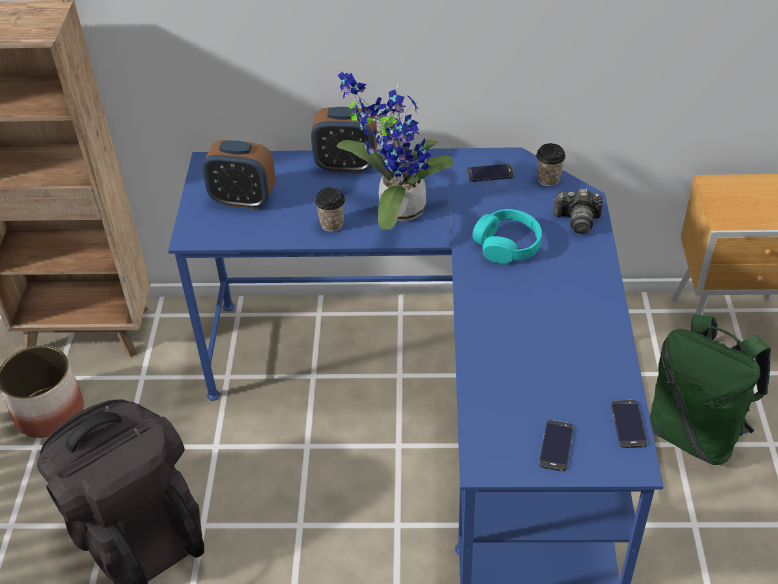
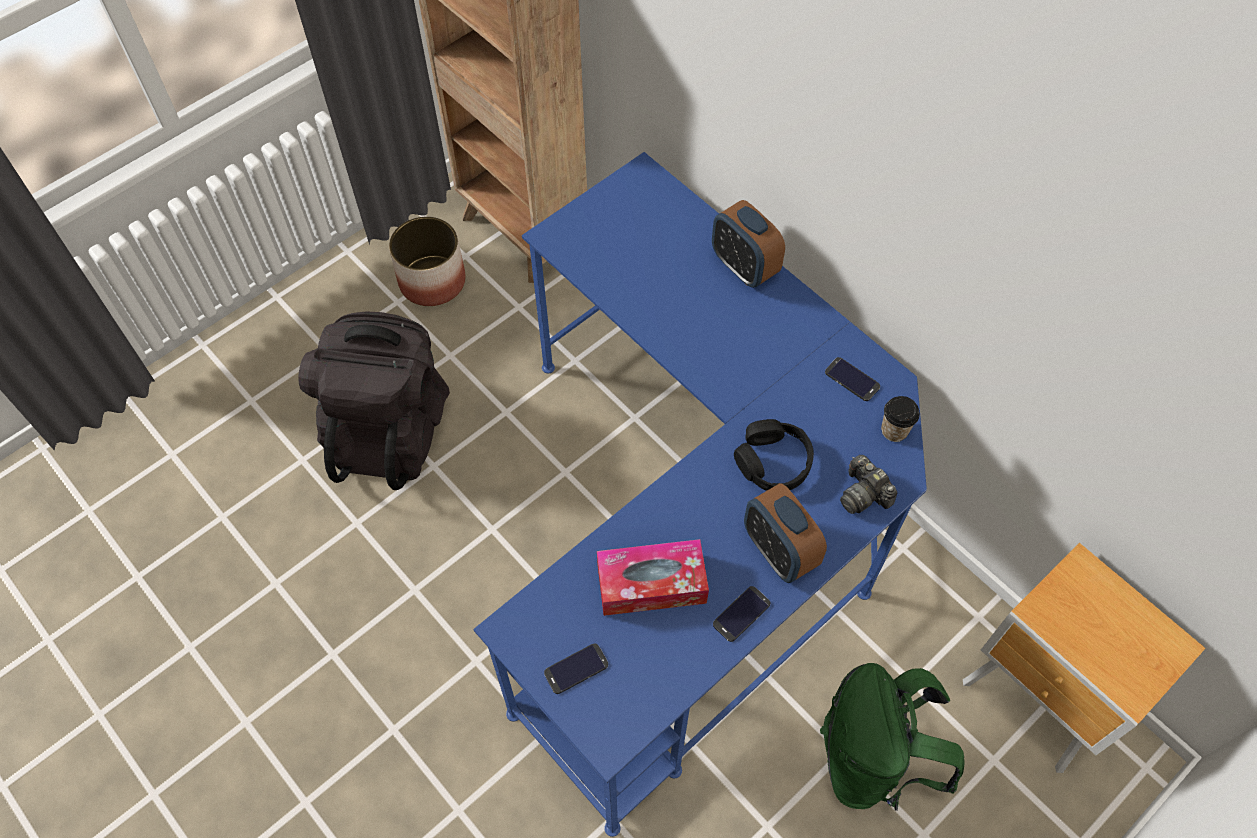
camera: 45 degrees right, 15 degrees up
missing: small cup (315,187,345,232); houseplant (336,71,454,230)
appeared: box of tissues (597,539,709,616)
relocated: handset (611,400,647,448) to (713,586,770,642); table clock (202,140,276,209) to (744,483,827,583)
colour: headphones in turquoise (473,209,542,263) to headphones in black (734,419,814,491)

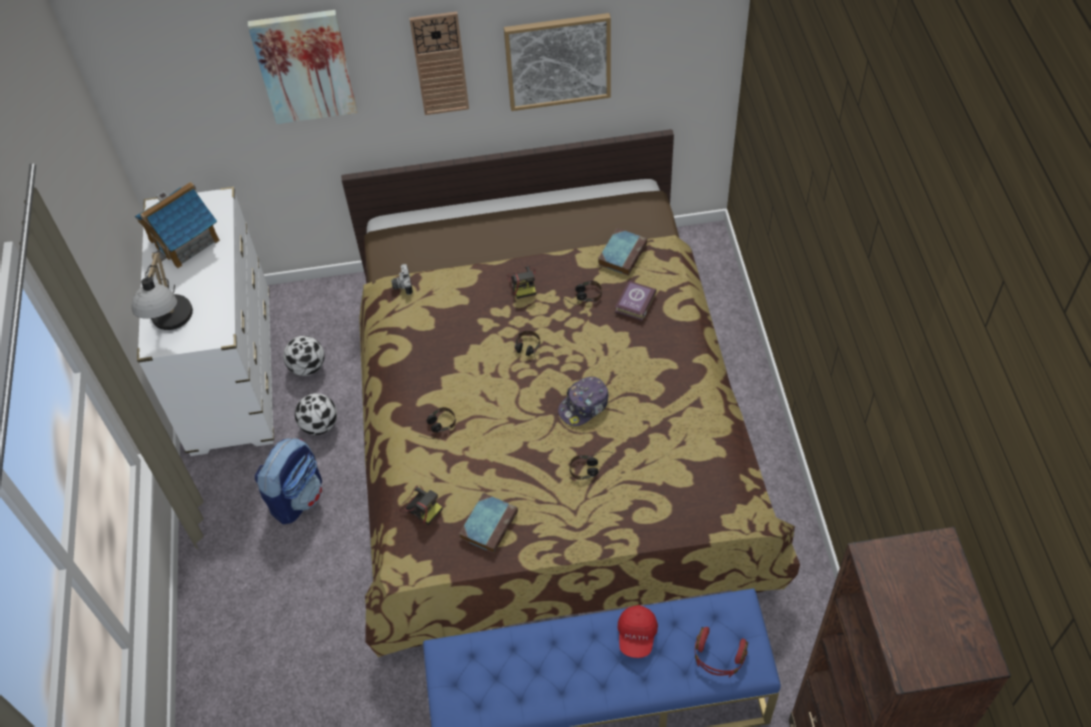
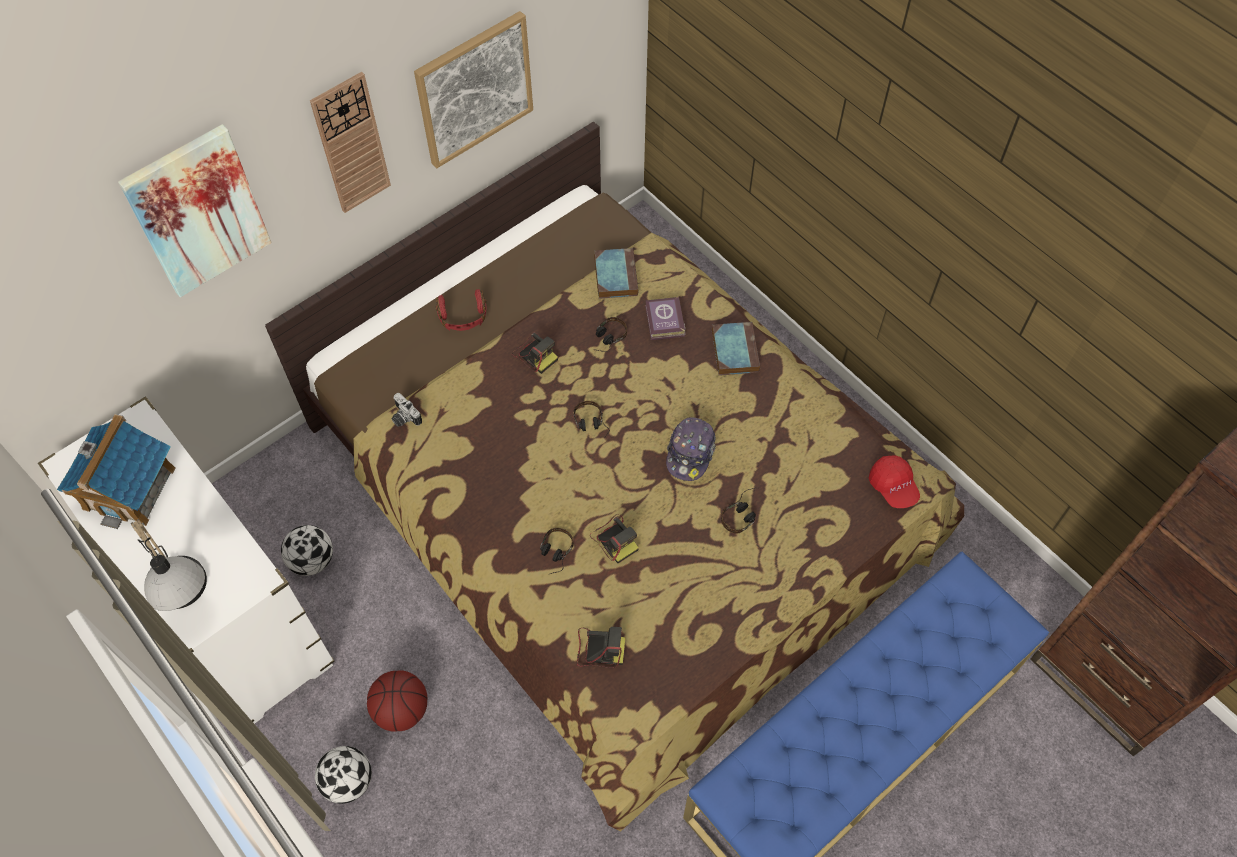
camera: 35 degrees left, 5 degrees up
appeared: photo camera (590,514,639,563)
relocated: football (295,393,337,435) to (315,746,372,804); headphones in red (695,627,748,677) to (436,289,486,331); volume (459,493,518,554) to (712,322,760,376); peaked cap in red (618,605,658,658) to (869,455,920,508)
exchanged: knapsack (255,438,322,524) to basketball (367,670,427,732)

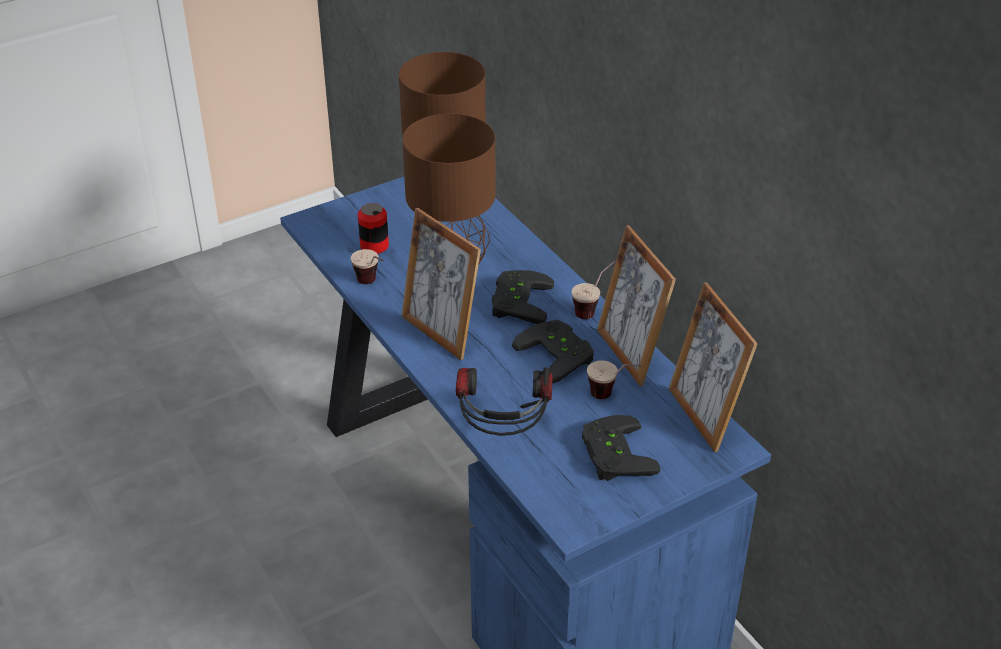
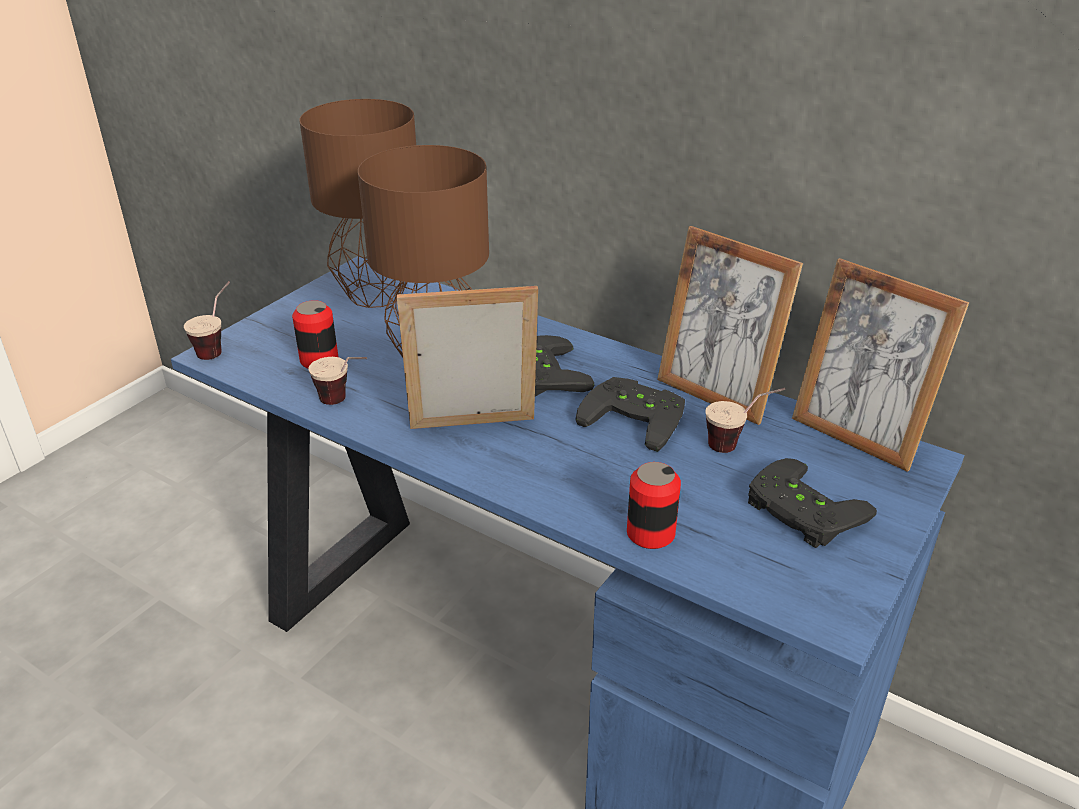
camera: 25 degrees left, 5 degrees down
relocated: small cup (572,261,615,319) to (184,281,230,360)
exchanged: headphones (456,367,552,436) to can (627,462,681,549)
spun: standing frame (402,208,481,360) = (397,286,538,429) 150 degrees clockwise

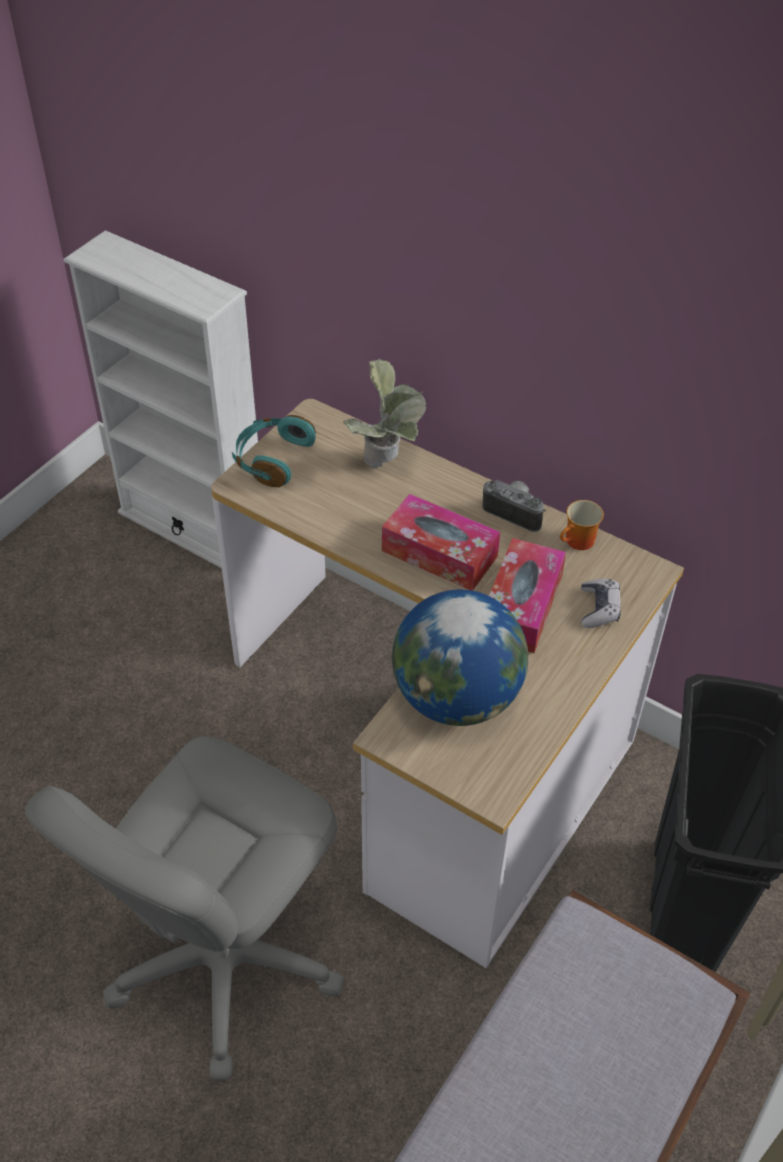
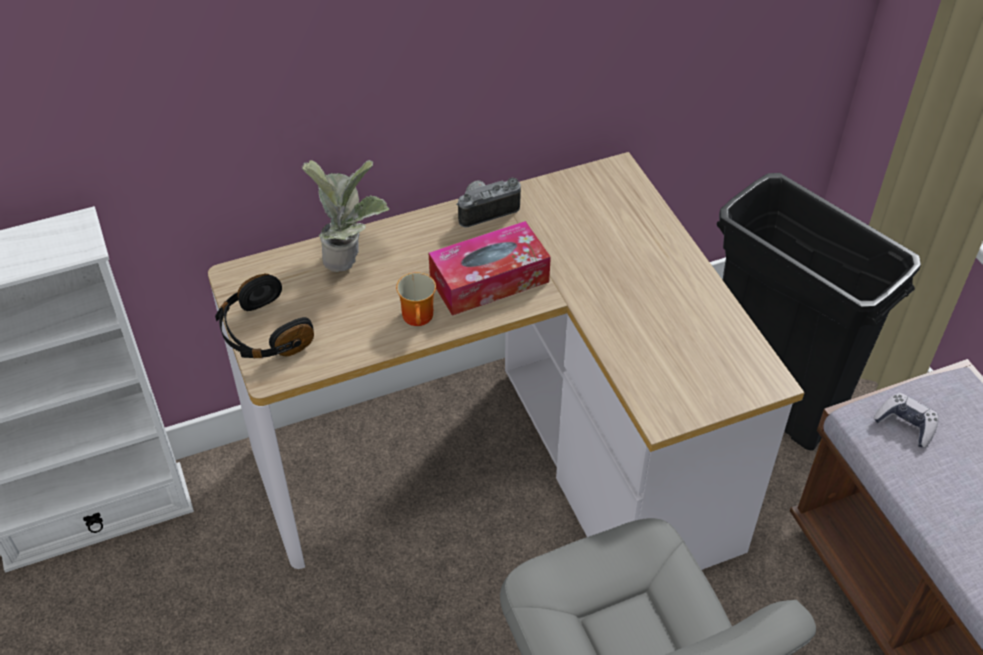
camera: 55 degrees left, 0 degrees up
missing: globe (392,590,528,726); box of tissues (489,538,566,653)
relocated: tea mug (560,500,604,550) to (396,272,436,326); game controller (581,579,621,628) to (873,393,939,448)
colour: headphones in turquoise (232,415,316,487) to headphones in black (215,273,314,358)

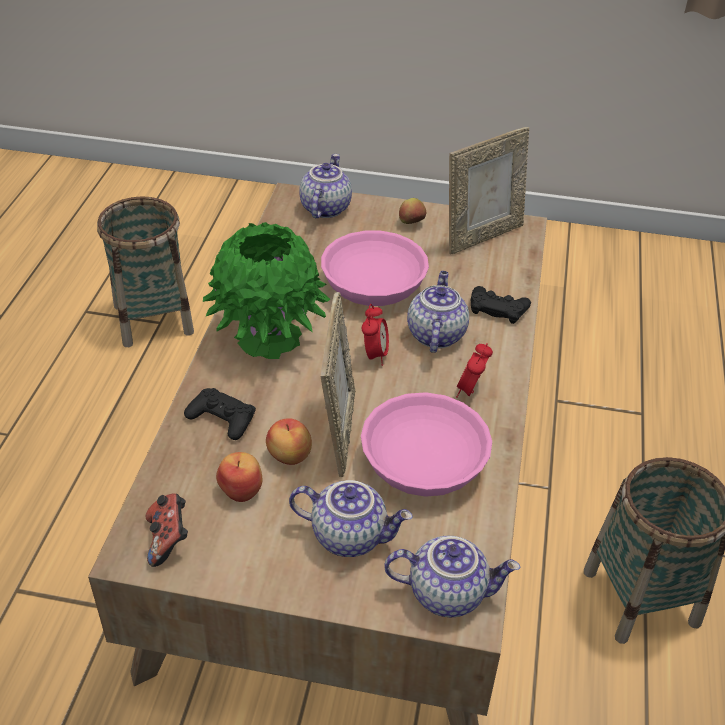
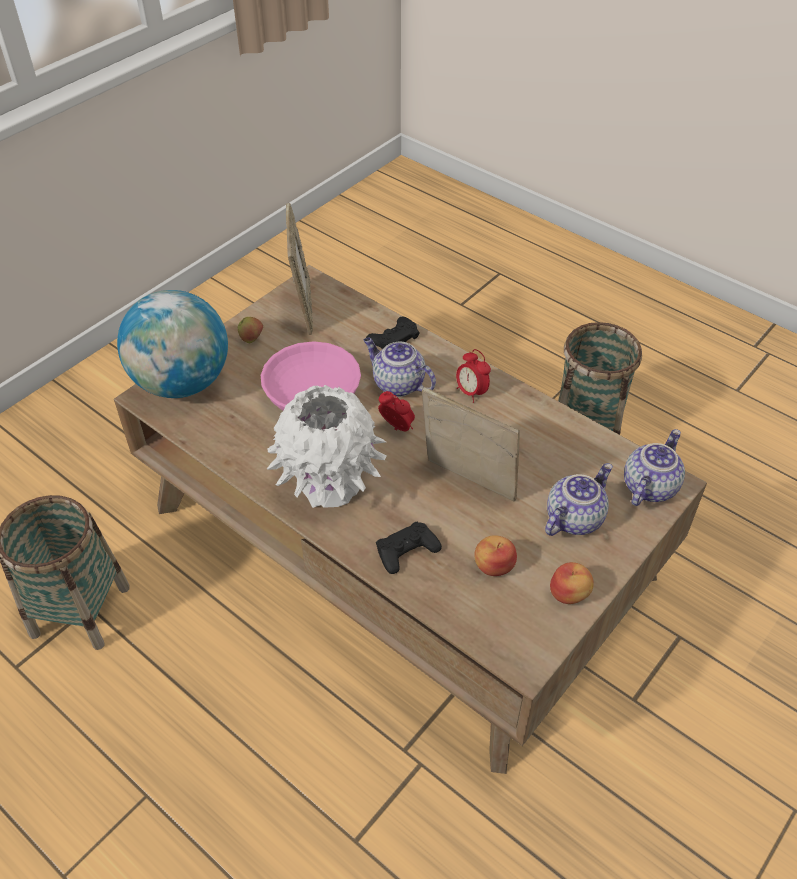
camera: 60 degrees left, 5 degrees up
missing: game controller (146,493,188,567); deep dish in pink (361,392,492,497)
relocated: whole apple (266,418,312,465) to (550,562,594,604)
exchanged: pot for tea (299,154,352,218) to globe (117,290,228,398)
colour: flower vase in greenish (203,222,330,359) to flower vase in whitish (267,385,387,508)

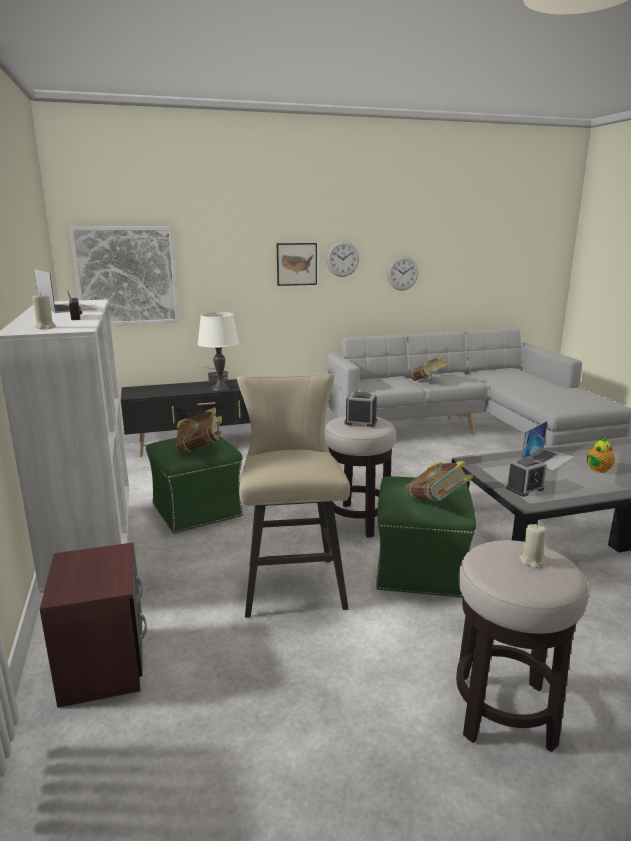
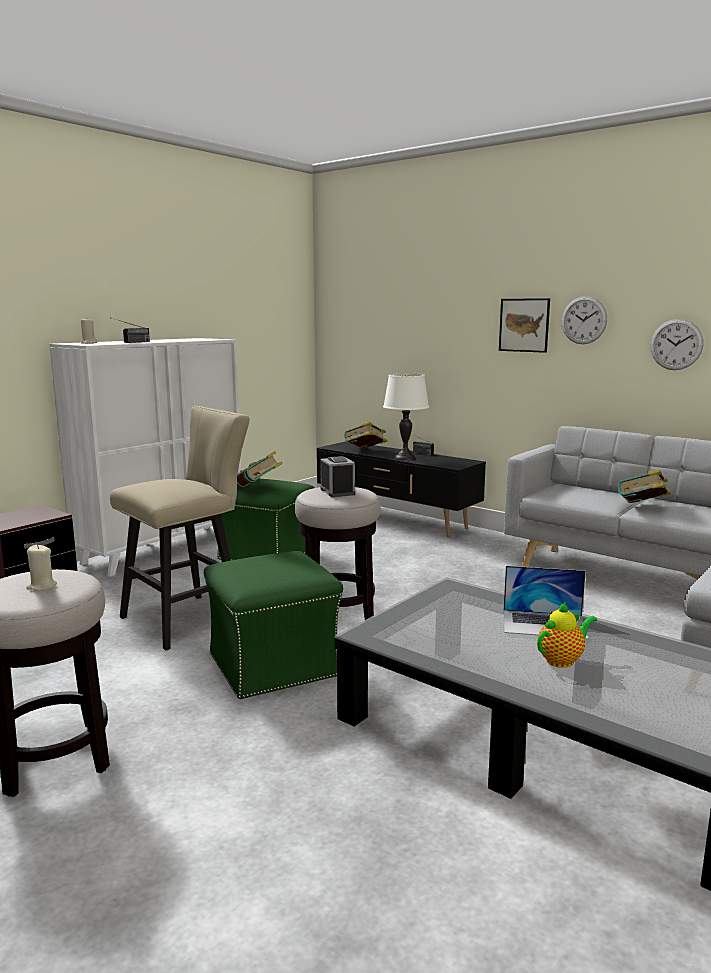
camera: 55 degrees right, 5 degrees down
missing: portable computer (34,269,96,313); wall picture (69,226,179,326); table clock (506,457,547,497)
relocated: volume (406,461,473,502) to (344,422,388,449)
spun: pot for tea (587,436,615,473) = (537,601,597,668) 135 degrees clockwise

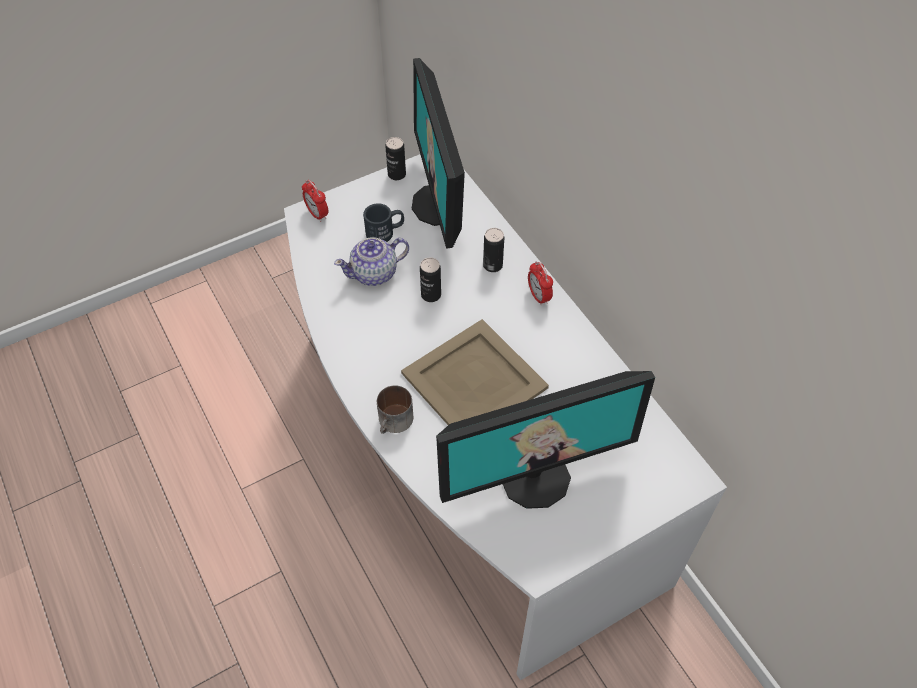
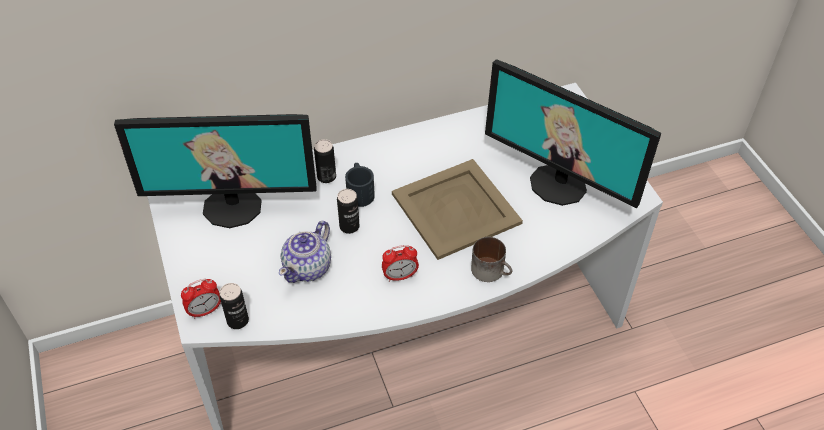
camera: 80 degrees left, 5 degrees down
relocated: can (385,137,406,180) to (219,283,249,329); tea mug in black (363,203,404,242) to (345,163,375,207); table clock (528,261,553,306) to (382,245,419,282)
spun: pot for tea (334,237,409,286) = (279,221,331,283) 45 degrees clockwise; monitor (436,371,655,509) = (485,59,661,208) 135 degrees clockwise

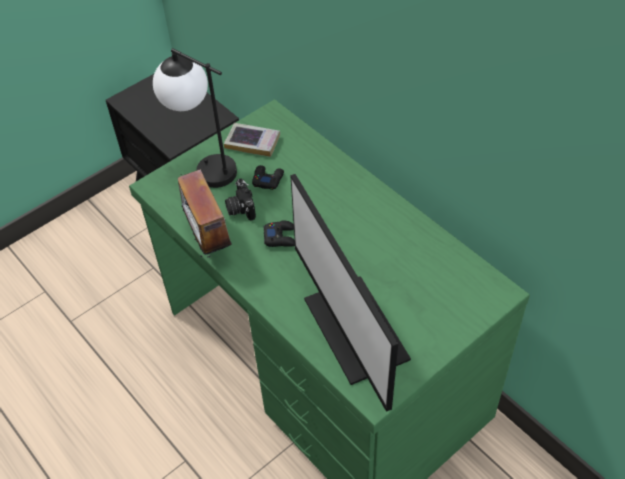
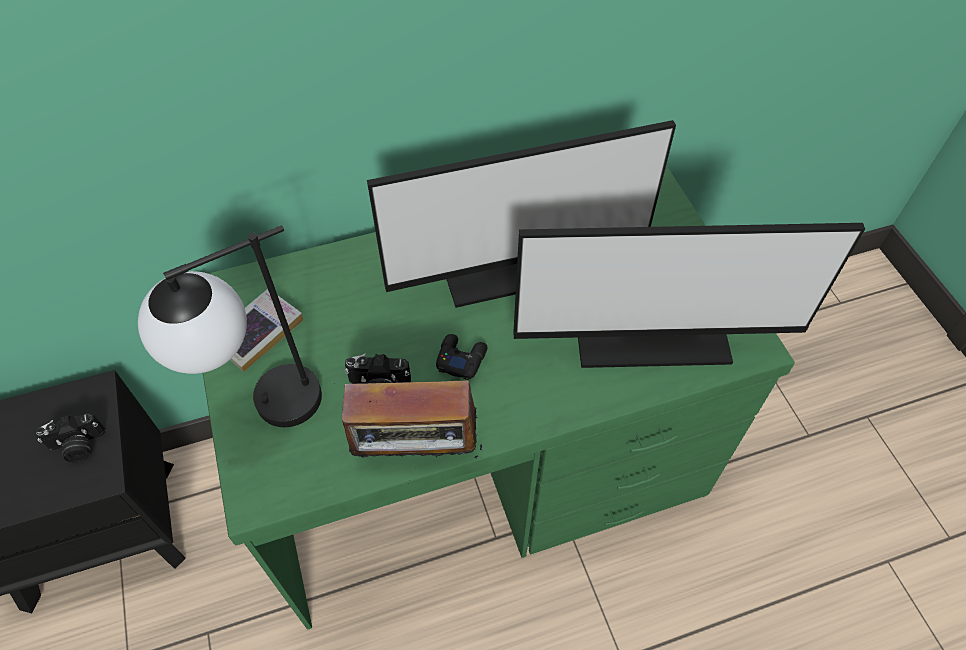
camera: 70 degrees left, 5 degrees up
missing: game controller in black (252,165,284,190)
appeared: photo camera (35,413,105,462); monitor (367,120,676,308)

